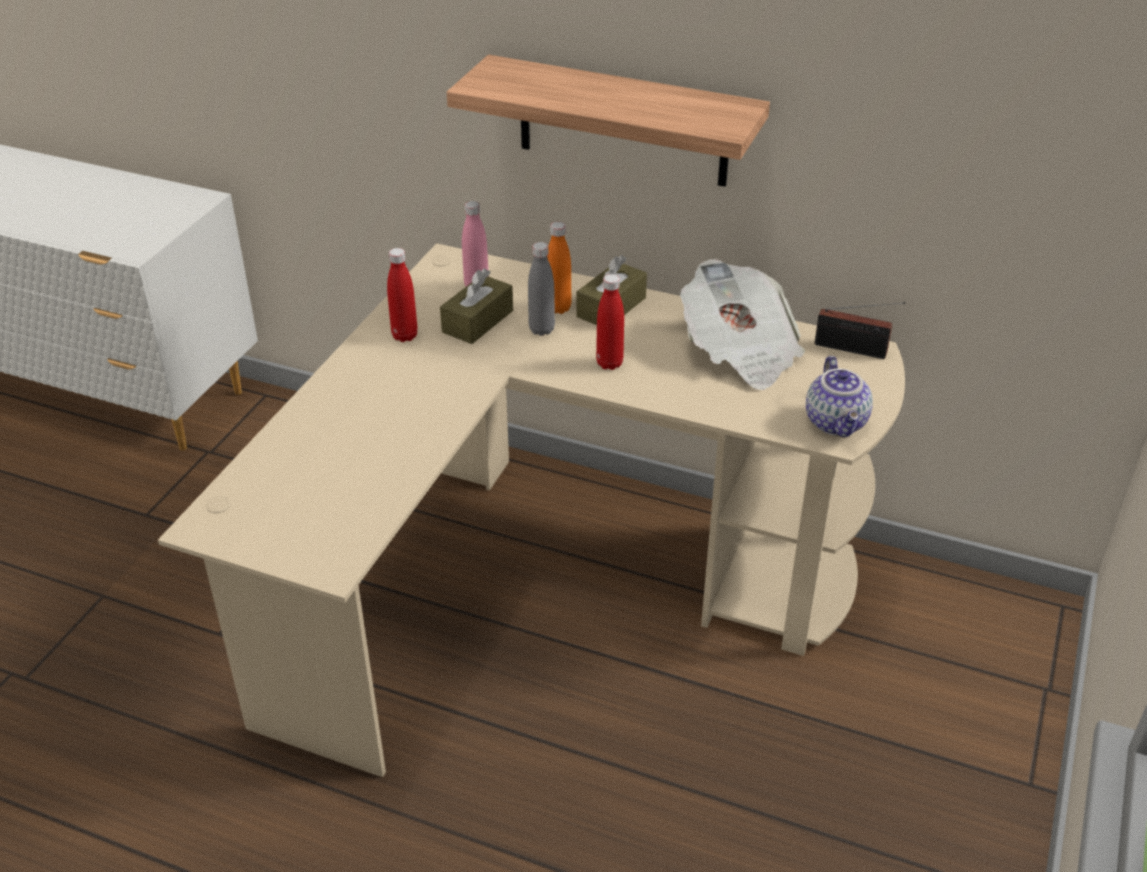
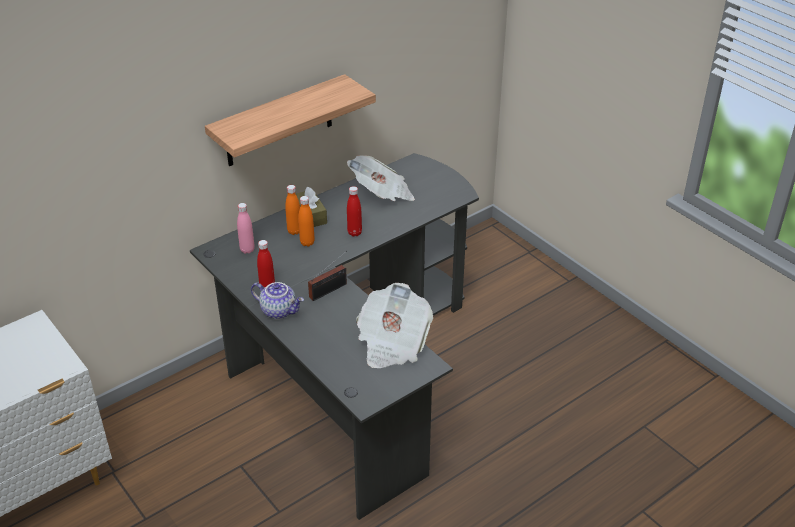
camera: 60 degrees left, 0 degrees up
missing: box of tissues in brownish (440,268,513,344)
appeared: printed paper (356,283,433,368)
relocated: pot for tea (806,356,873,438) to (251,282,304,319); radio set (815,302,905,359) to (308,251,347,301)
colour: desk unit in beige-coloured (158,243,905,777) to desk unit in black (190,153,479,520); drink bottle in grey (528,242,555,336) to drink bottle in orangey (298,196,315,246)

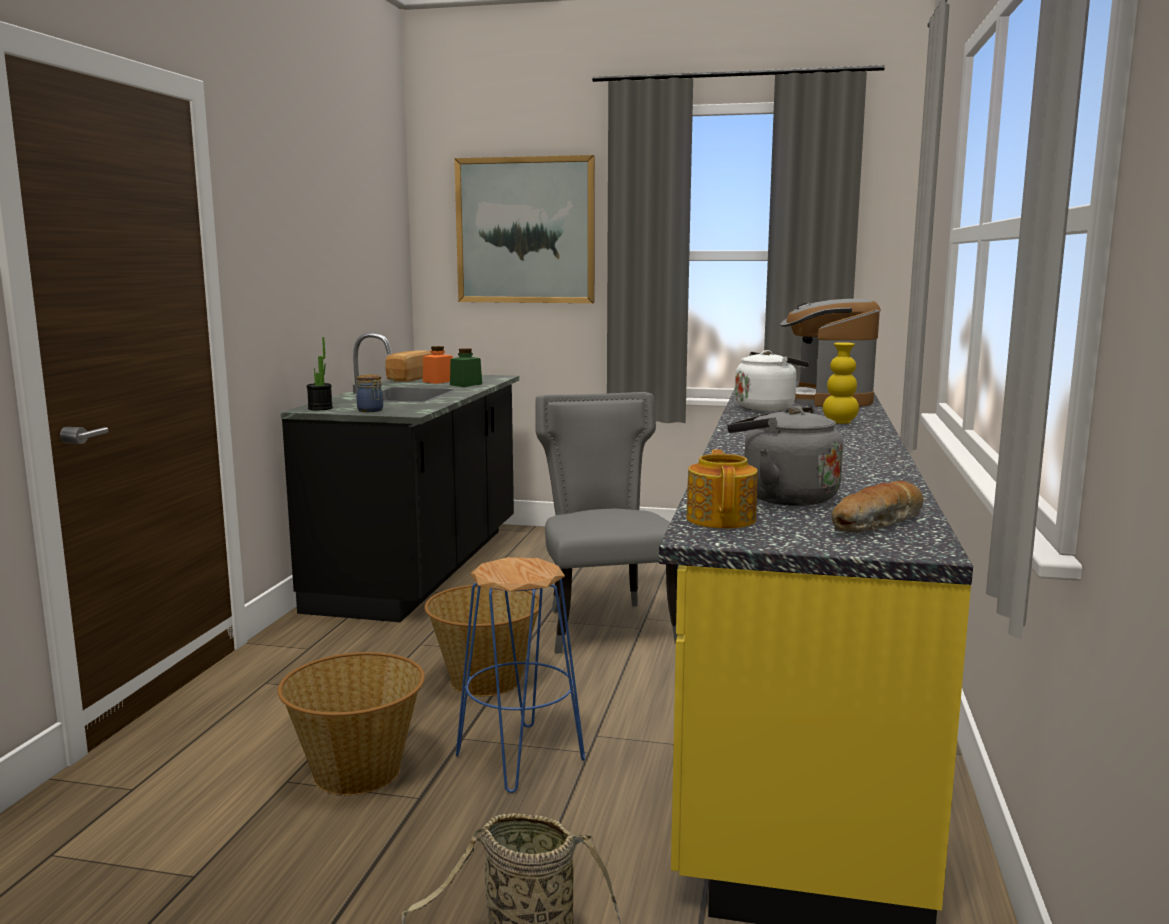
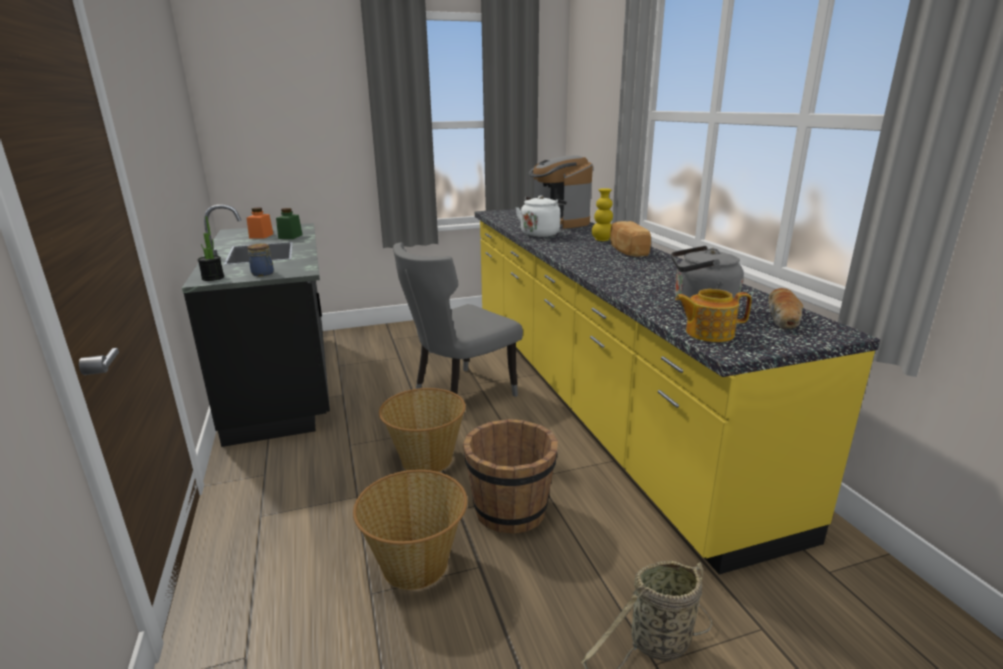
camera: 30 degrees left, 10 degrees up
missing: wall picture (454,155,595,303)
relocated: bakery bread (385,350,432,382) to (610,221,651,257)
exchanged: sitting stool in bluish (456,557,585,793) to bucket in brownish (463,419,558,534)
spun: chair in grey (535,392,678,654) = (393,242,523,397) 90 degrees counterclockwise; pot for tea (686,449,758,529) = (675,289,752,342) 60 degrees counterclockwise

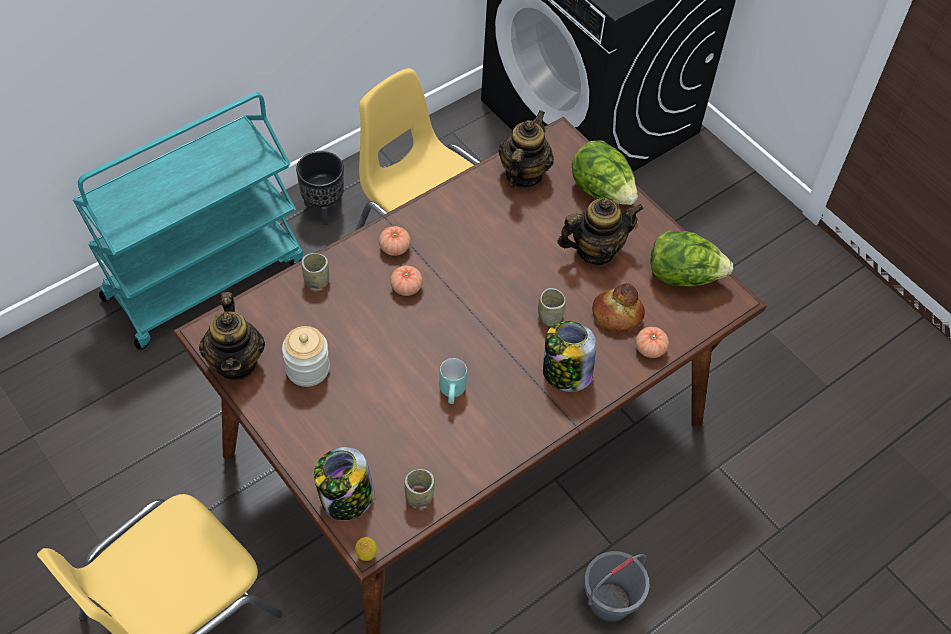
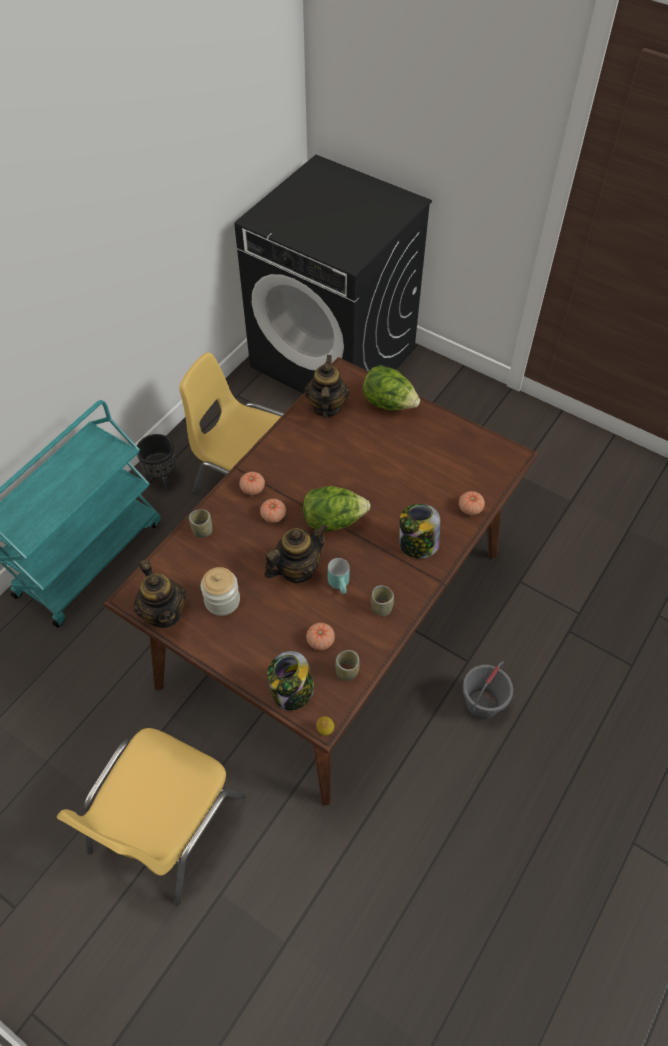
camera: 15 degrees left, 0 degrees up
missing: bakery bread (592,283,645,332)
appeared: tomato (306,623,335,650)
relocated: pot for tea (557,198,644,265) to (265,524,328,583); lettuce (650,230,733,287) to (303,486,371,532); small cup (538,288,566,326) to (371,585,394,616)

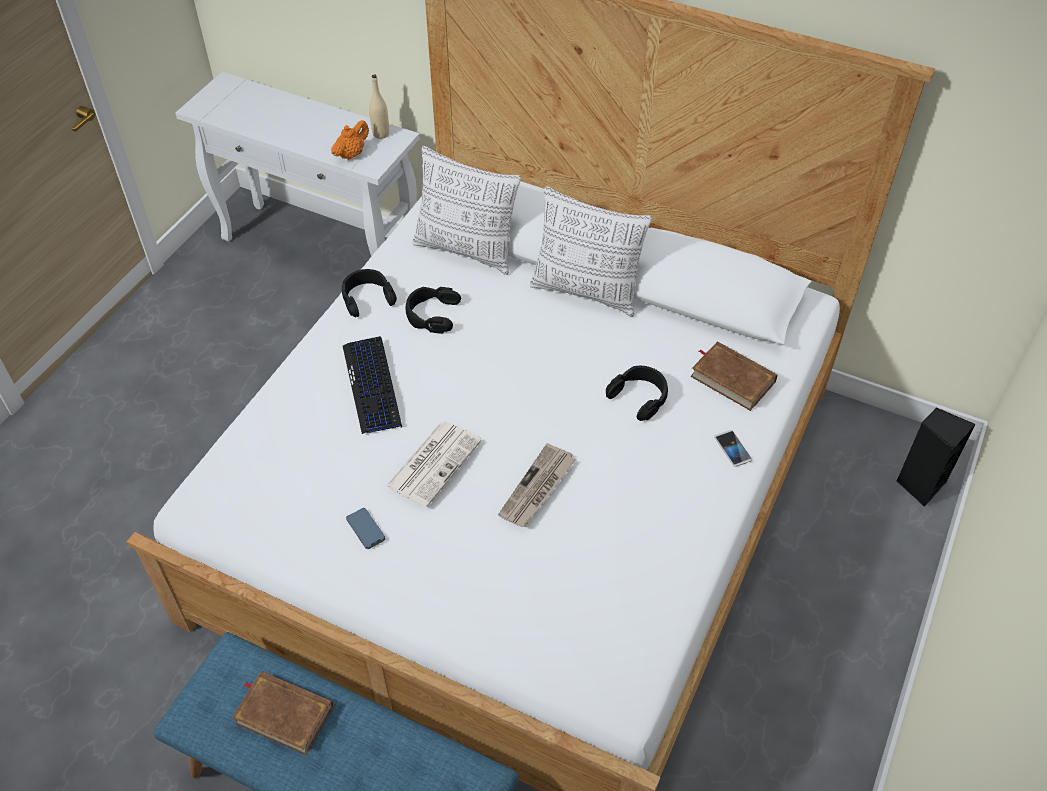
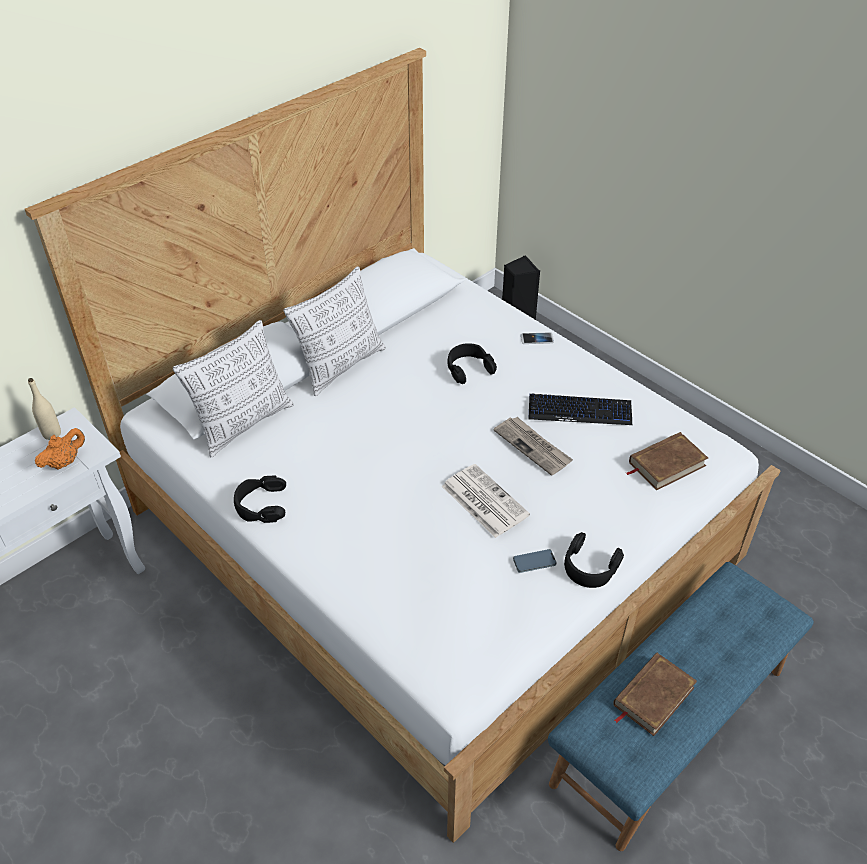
camera: 70 degrees left, 5 degrees down
relocated: PC keyboard (343,336,402,434) to (528,393,632,425); headphones in black (406,287,461,334) to (564,532,624,588); volume in brownish (690,341,778,411) to (627,432,708,490)
spun: pot for tea in orangey (331,120,369,160) = (35,428,85,470) 75 degrees clockwise

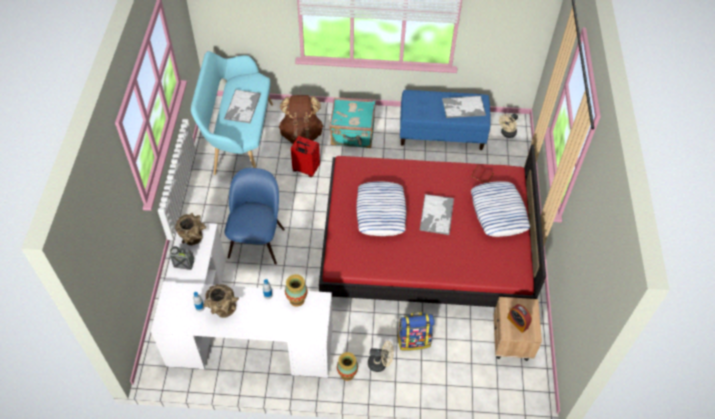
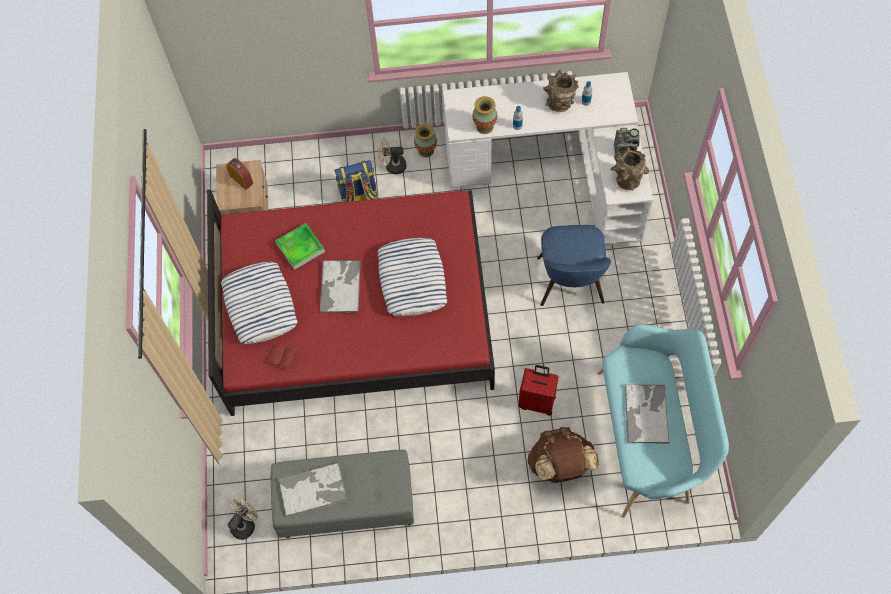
camera: 175 degrees right, 10 degrees up
missing: piece of luggage in turquoise (329,98,376,148)
appeared: carrying tray (275,223,325,270)
colour: long seat in bluish (400,90,491,150) to long seat in grey (271,450,414,538)

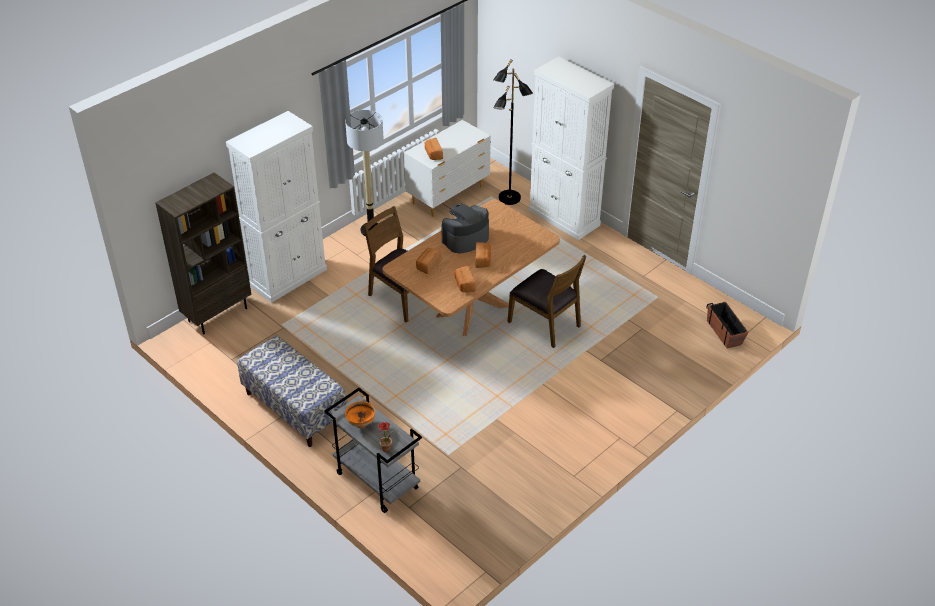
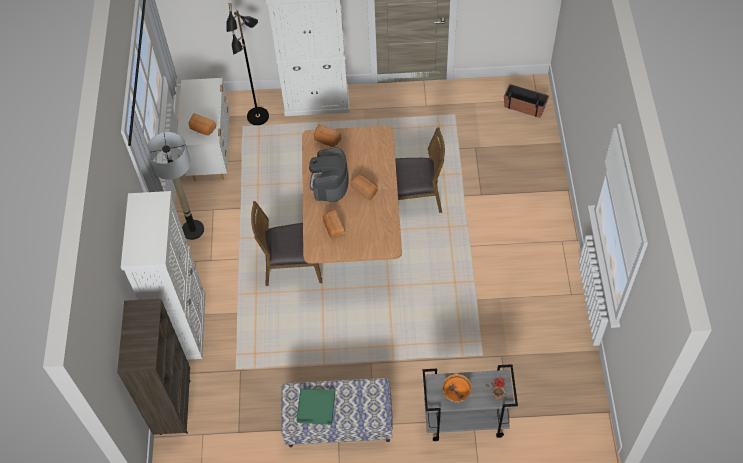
camera: 45 degrees left, 15 degrees up
appeared: carrying tray in greenish (296,388,335,425)
relocated: bakery bread (455,266,475,293) to (314,124,342,147)

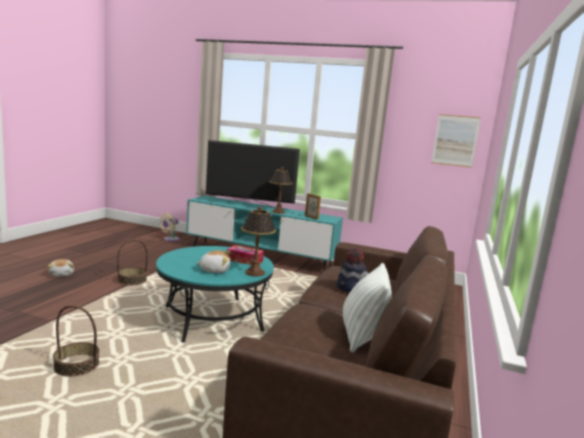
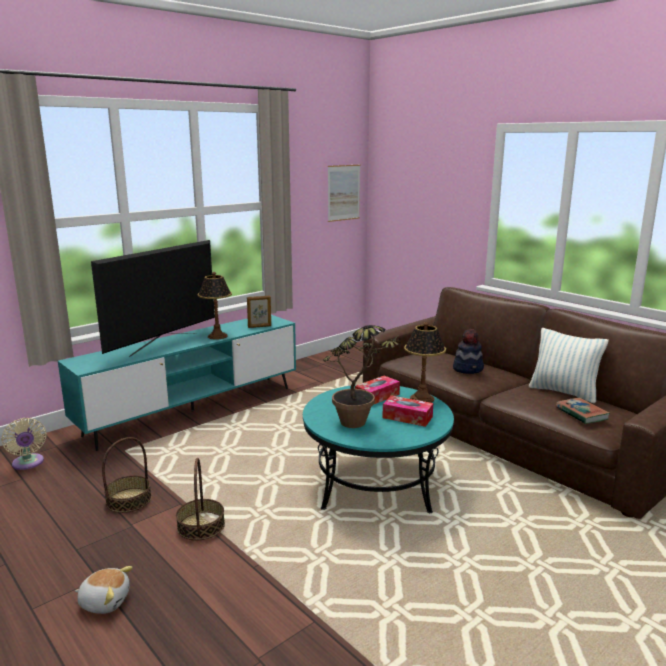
camera: 60 degrees left, 5 degrees up
appeared: houseplant (323,325,402,428); volume (556,398,610,424)
relocated: storage basket (53,305,99,377) to (102,437,152,513)
exchanged: cuddly toy (196,250,231,273) to box of tissues (382,395,433,427)

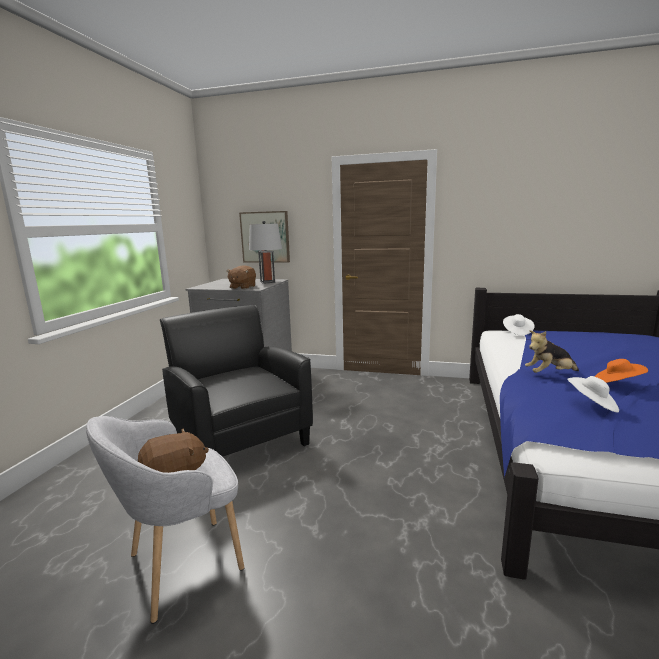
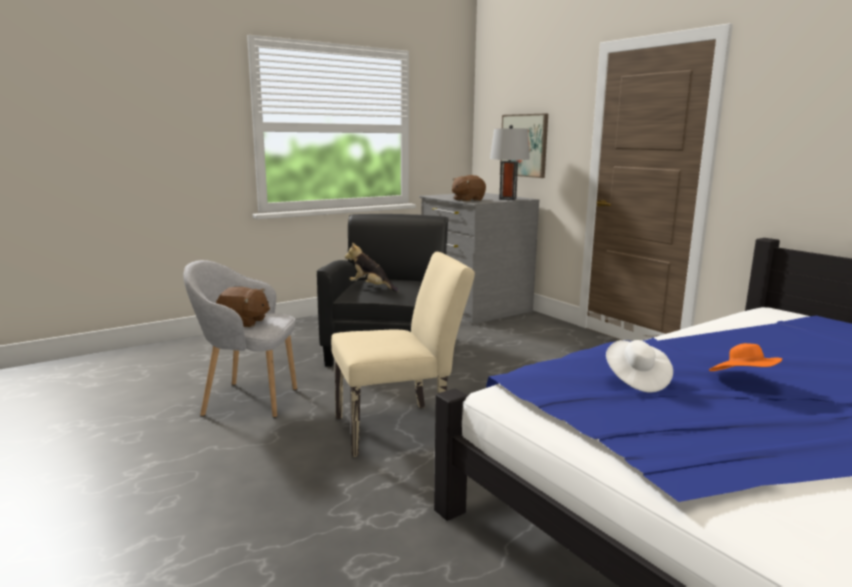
camera: 40 degrees right, 0 degrees up
missing: hat in whitish (503,314,535,335)
appeared: chair in beige-coloured (331,252,475,457)
relocated: cuddly toy (525,330,579,373) to (345,243,398,292)

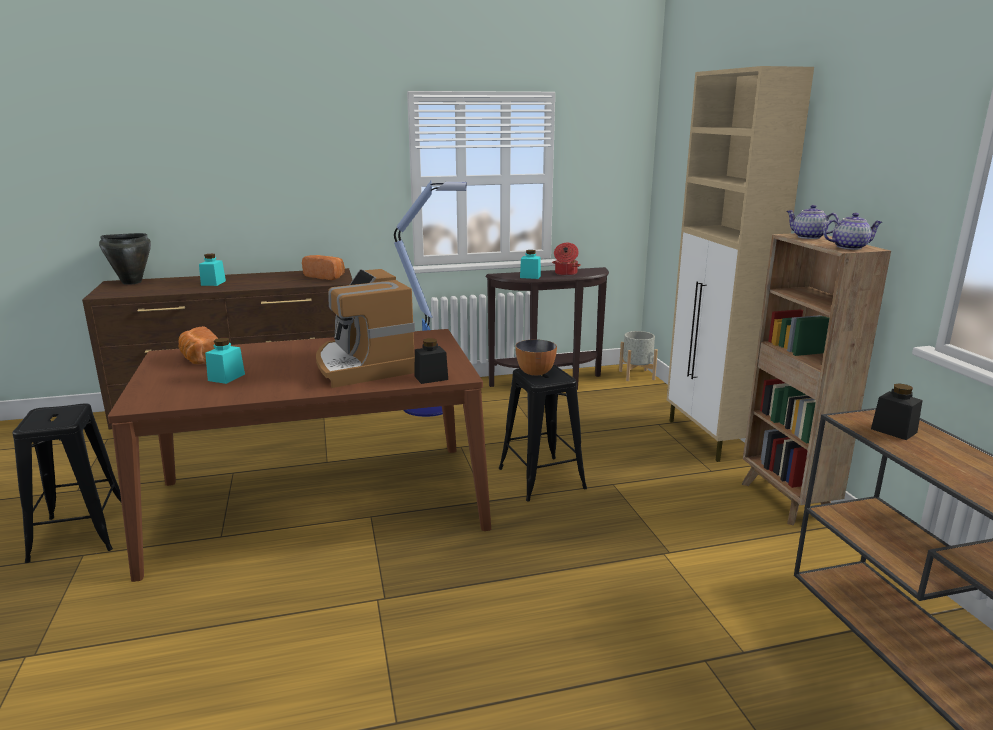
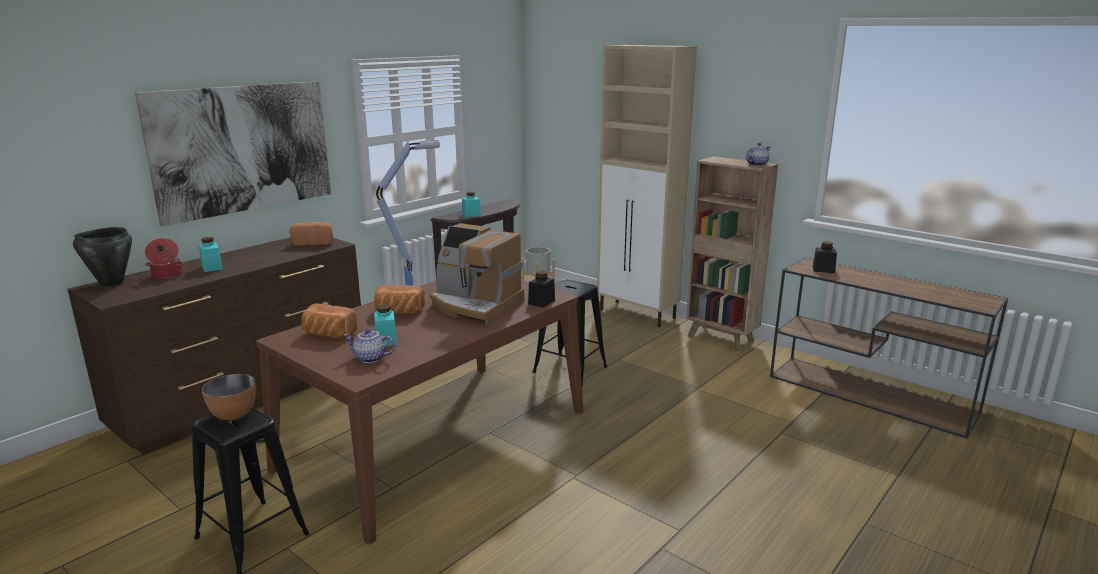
camera: 35 degrees left, 0 degrees up
appeared: wall picture (135,81,331,226); bakery bread (374,285,425,314)
relocated: saucepot (552,243,581,276) to (145,238,185,279); deep dish (515,339,557,376) to (202,374,256,420); pot for tea (787,205,839,239) to (344,329,395,363)

